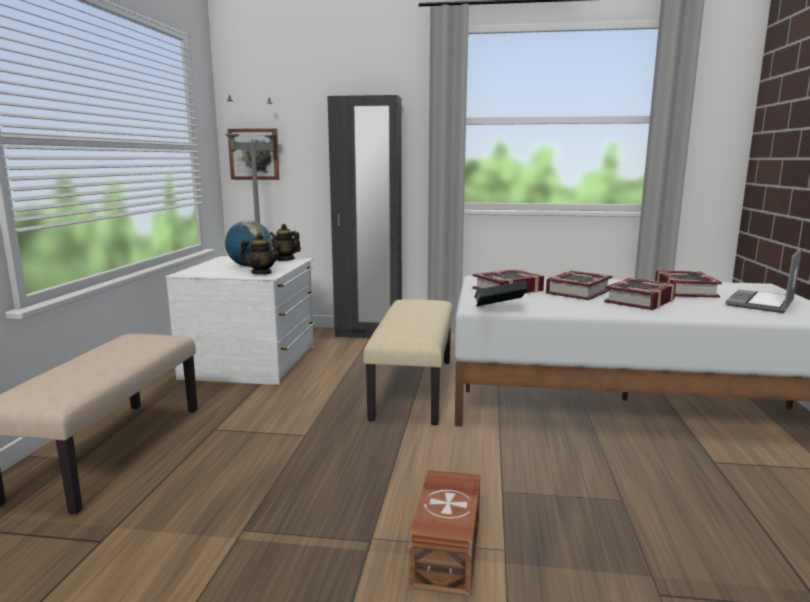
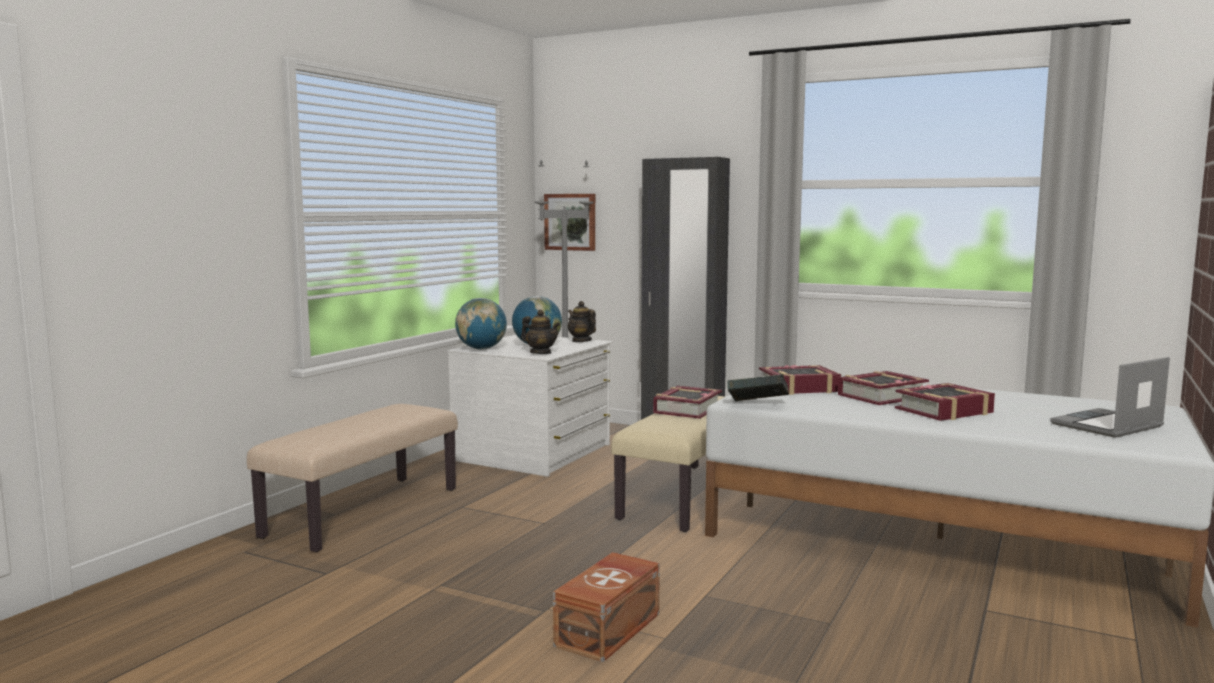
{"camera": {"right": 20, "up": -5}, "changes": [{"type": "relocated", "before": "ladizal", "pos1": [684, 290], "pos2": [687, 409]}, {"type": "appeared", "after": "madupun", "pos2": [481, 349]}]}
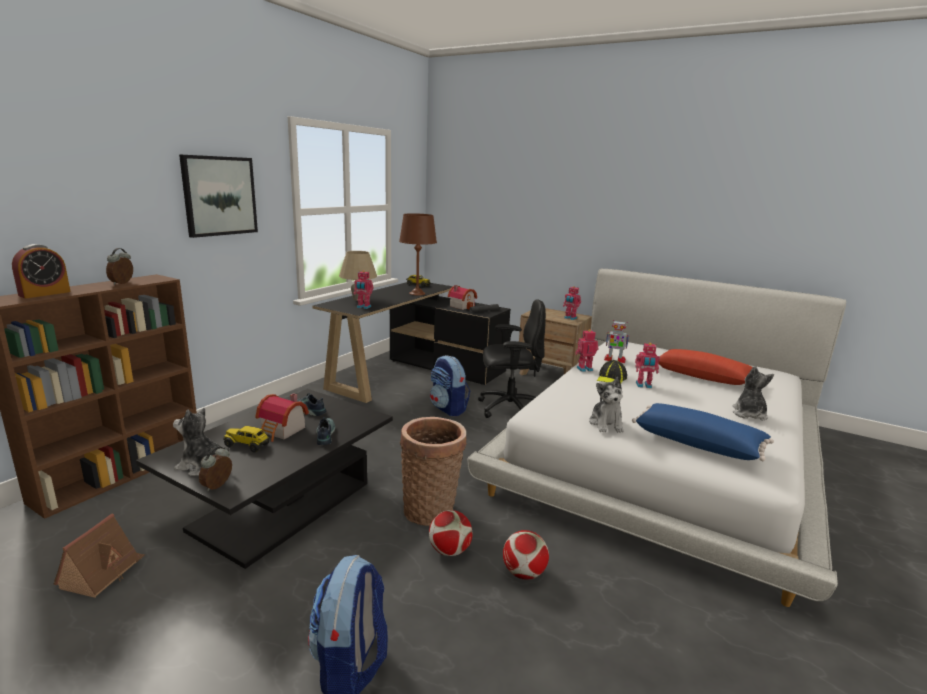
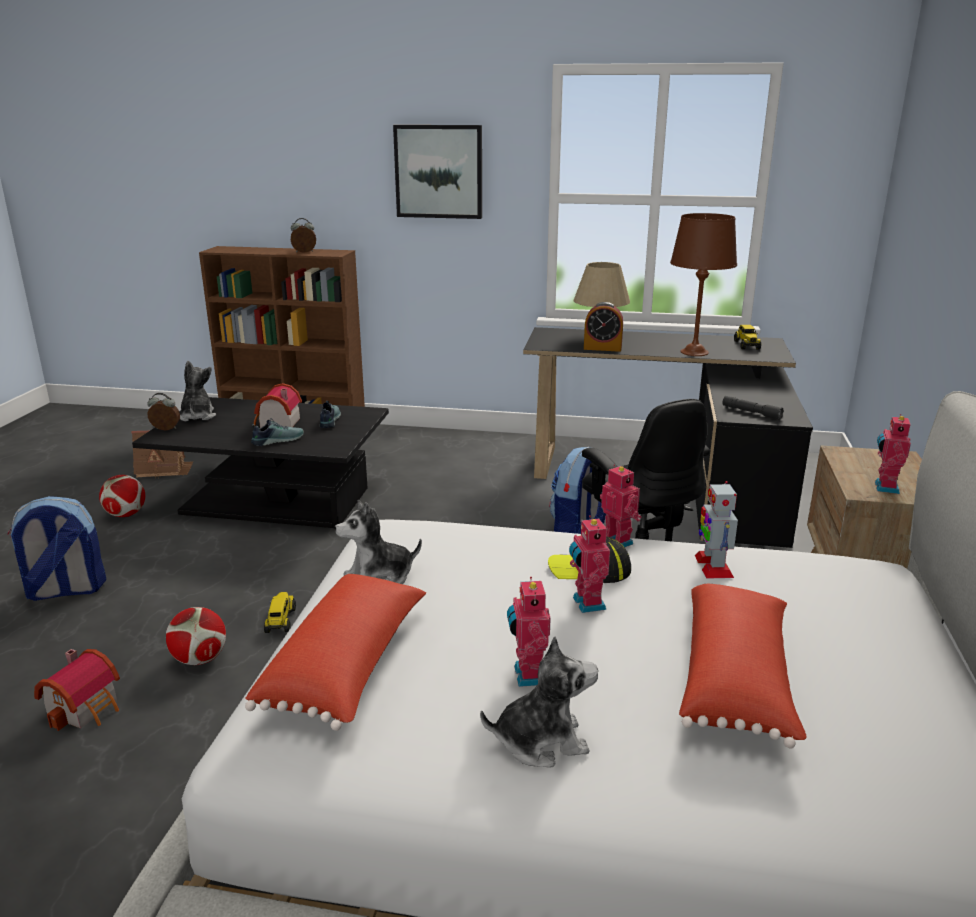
{"camera": {"right": 70, "up": 5}, "changes": [{"type": "relocated", "before": "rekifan", "pos1": [45, 293], "pos2": [602, 348]}, {"type": "relocated", "before": "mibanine", "pos1": [247, 445], "pos2": [280, 621]}, {"type": "relocated", "before": "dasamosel", "pos1": [363, 307], "pos2": [527, 675]}, {"type": "missing", "before": "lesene", "pos1": [431, 509]}, {"type": "relocated", "before": "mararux", "pos1": [450, 550], "pos2": [126, 514]}, {"type": "relocated", "before": "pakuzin", "pos1": [462, 306], "pos2": [87, 708]}, {"type": "colour", "before": "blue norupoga", "after": "red norupoga", "pos1": [698, 443], "pos2": [348, 667]}]}
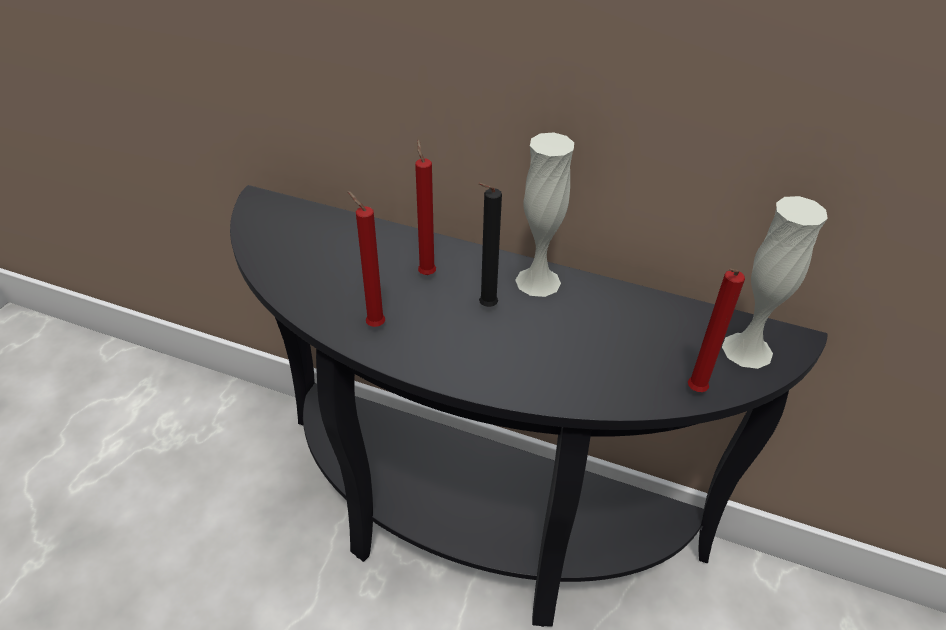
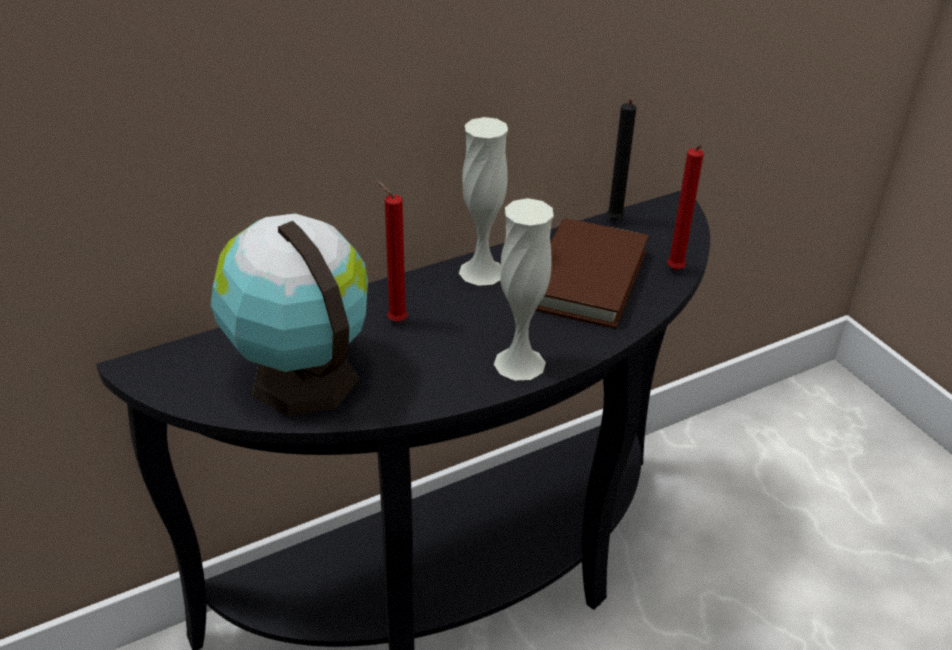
{"camera": {"right": -50, "up": -5}, "changes": [{"type": "missing", "before": "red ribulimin", "pos1": [373, 324]}, {"type": "relocated", "before": "black ribulimin", "pos1": [485, 307], "pos2": [614, 222]}, {"type": "relocated", "before": "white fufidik", "pos1": [747, 350], "pos2": [519, 363]}, {"type": "appeared", "after": "madupun", "pos2": [300, 376]}, {"type": "appeared", "after": "brown ladizal", "pos2": [586, 279]}]}
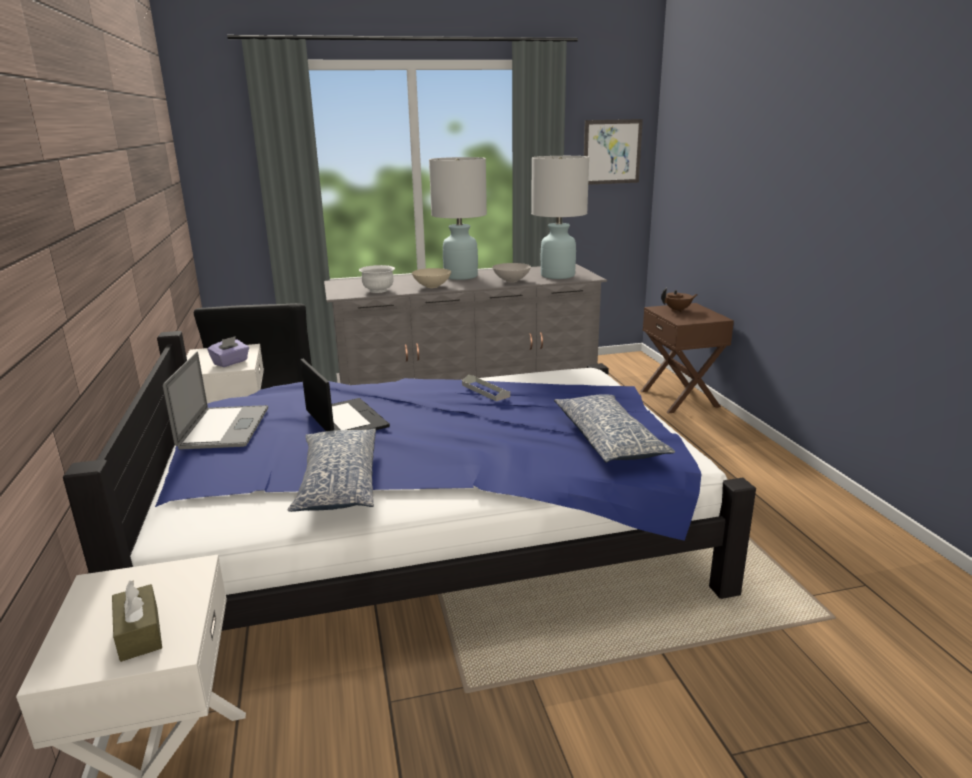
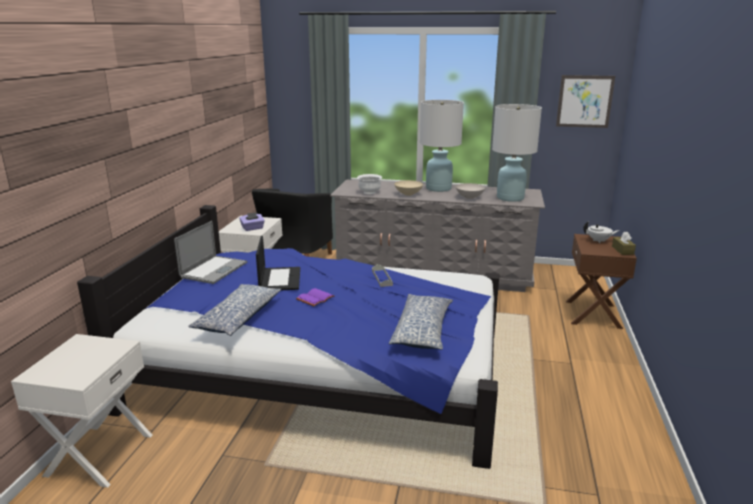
{"camera": {"right": 25, "up": 0}, "changes": [{"type": "relocated", "before": "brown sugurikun", "pos1": [139, 633], "pos2": [622, 250]}, {"type": "colour", "before": "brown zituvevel", "after": "white zituvevel", "pos1": [678, 310], "pos2": [599, 241]}, {"type": "appeared", "after": "purple ladizal", "pos2": [315, 298]}]}
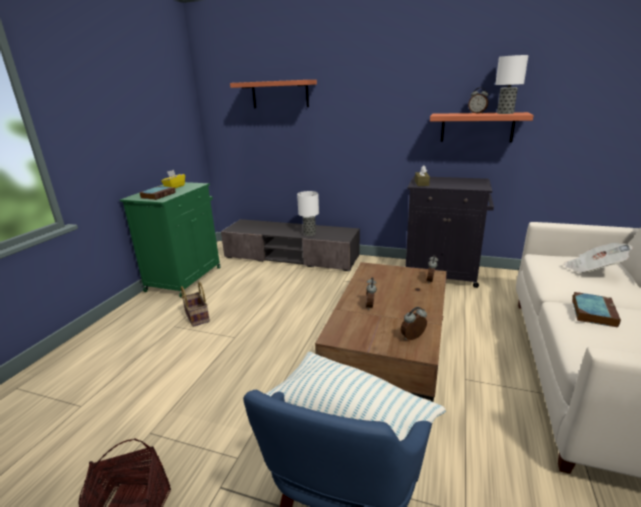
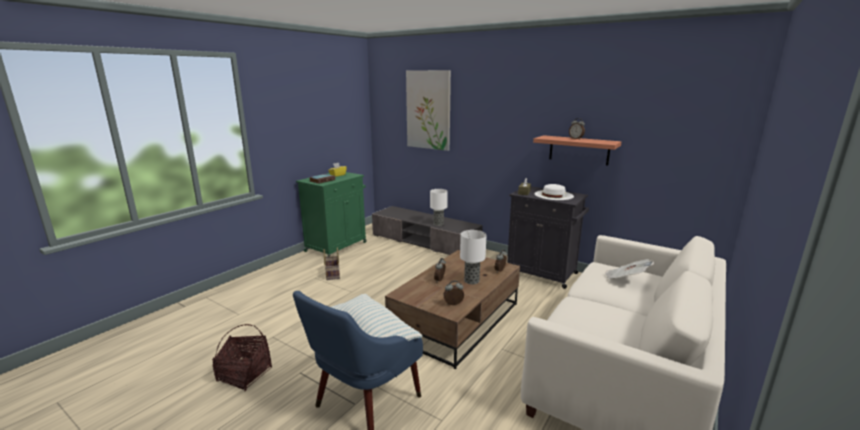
{"camera": {"right": 15, "up": -5}, "changes": [{"type": "exchanged", "before": "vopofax", "after": "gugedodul", "pos1": [280, 94], "pos2": [428, 110]}, {"type": "relocated", "before": "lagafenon", "pos1": [505, 113], "pos2": [472, 281]}, {"type": "missing", "before": "ladizal", "pos1": [592, 312]}, {"type": "appeared", "after": "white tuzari", "pos2": [553, 195]}]}
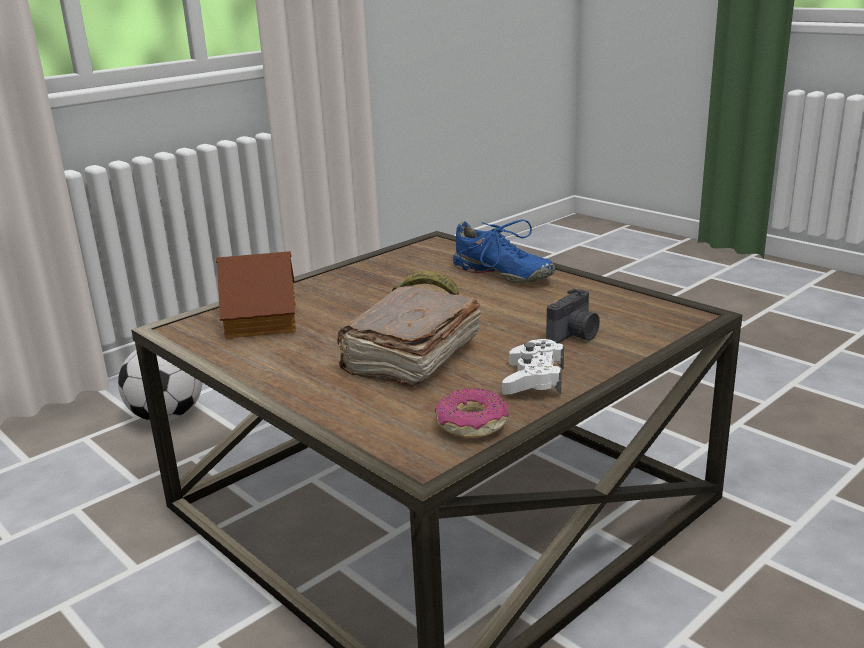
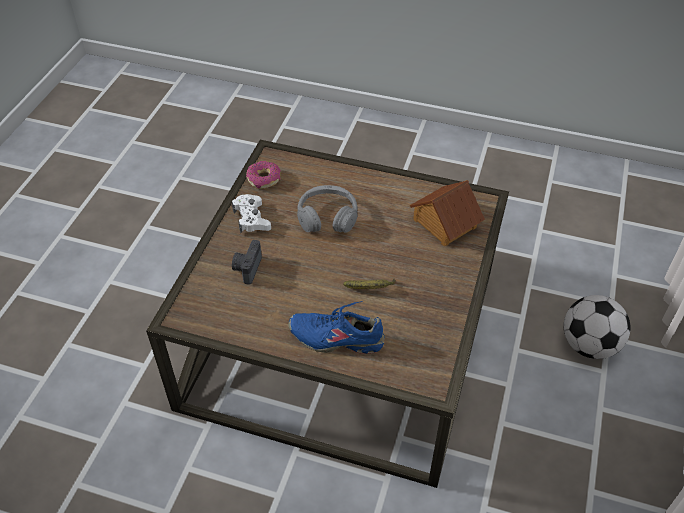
{"camera": {"right": 150, "up": 25}, "changes": [{"type": "exchanged", "before": "brown ladizal", "after": "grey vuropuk", "pos1": [410, 358], "pos2": [327, 217]}]}
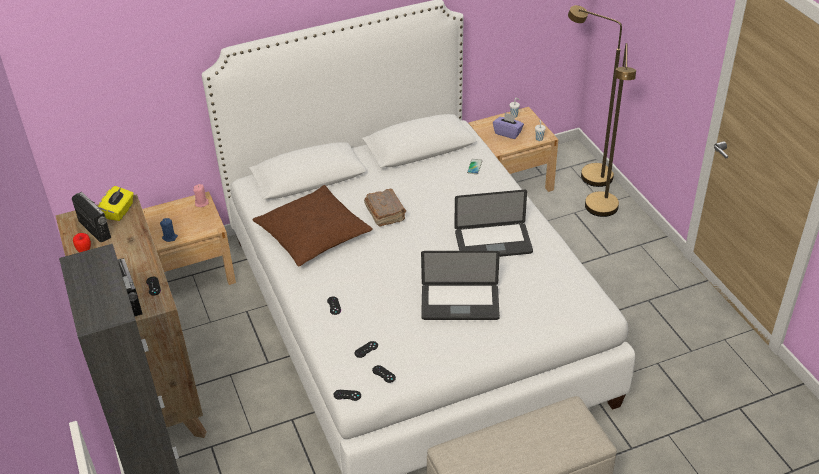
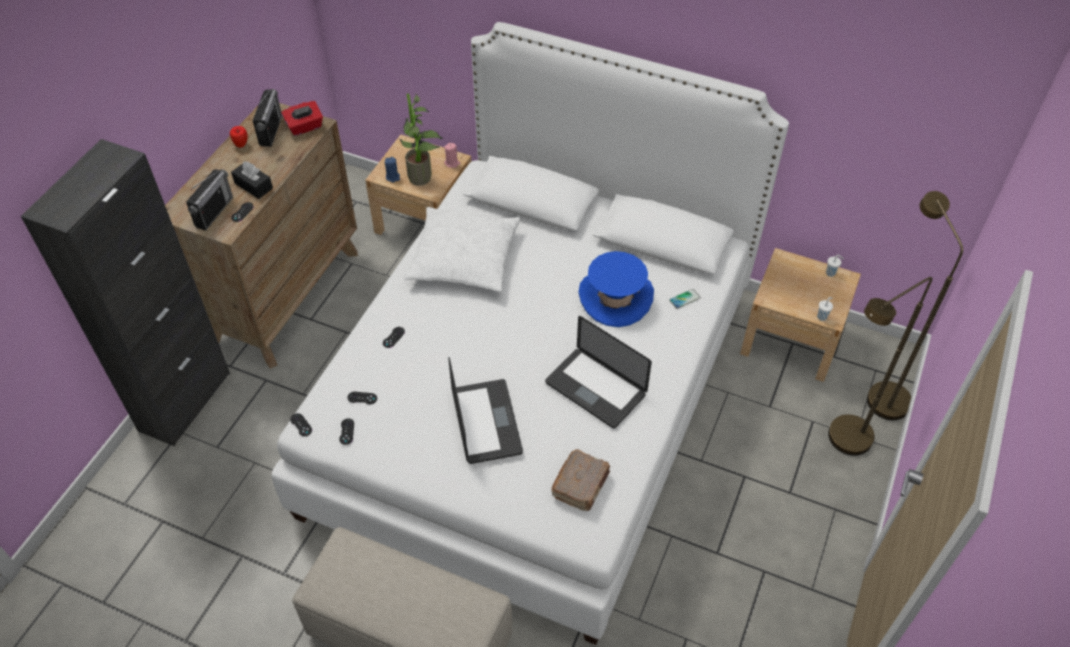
{"camera": {"right": 45, "up": 10}, "changes": [{"type": "colour", "before": "yellow sugurikun", "after": "red sugurikun", "pos1": [119, 211], "pos2": [305, 127]}, {"type": "colour", "before": "brown norupoga", "after": "white norupoga", "pos1": [313, 234], "pos2": [464, 258]}, {"type": "relocated", "before": "brown ladizal", "pos1": [385, 213], "pos2": [581, 485]}, {"type": "spun", "before": "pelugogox", "pos1": [460, 303], "pos2": [486, 422], "turn": -150}, {"type": "missing", "before": "purple sugurikun", "pos1": [508, 133]}, {"type": "appeared", "after": "black sugurikun", "pos2": [253, 186]}, {"type": "appeared", "after": "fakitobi", "pos2": [423, 178]}, {"type": "appeared", "after": "blue tuzari", "pos2": [615, 298]}]}
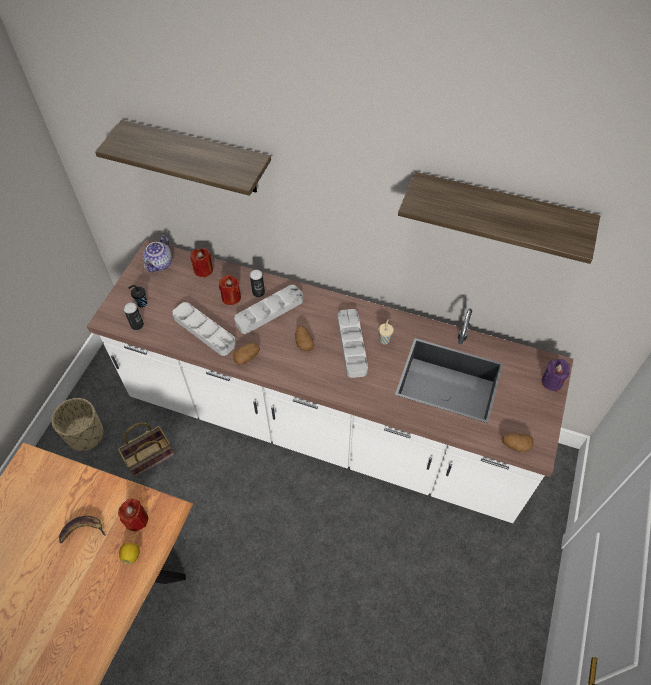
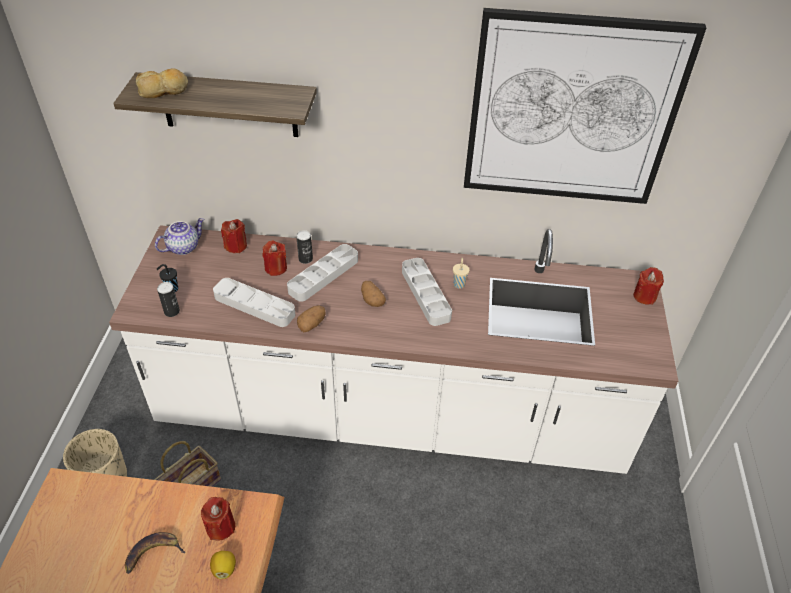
{"camera": {"right": -15, "up": -10}, "changes": [{"type": "spun", "before": "zituvevel", "pos1": [160, 264], "pos2": [183, 247], "turn": -135}, {"type": "exchanged", "before": "vopofax", "after": "gugedodul", "pos1": [498, 214], "pos2": [571, 112]}, {"type": "missing", "before": "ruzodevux", "pos1": [515, 445]}, {"type": "colour", "before": "purple ribulimin", "after": "red ribulimin", "pos1": [552, 382], "pos2": [644, 296]}, {"type": "appeared", "after": "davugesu", "pos2": [164, 90]}]}
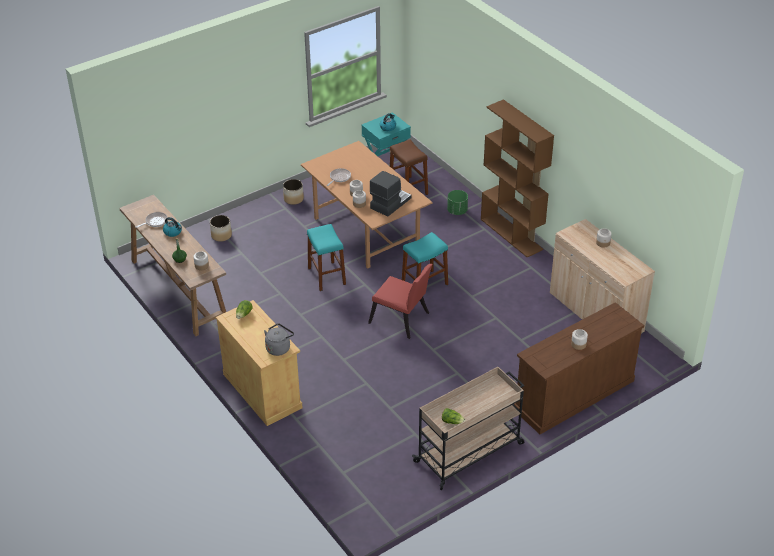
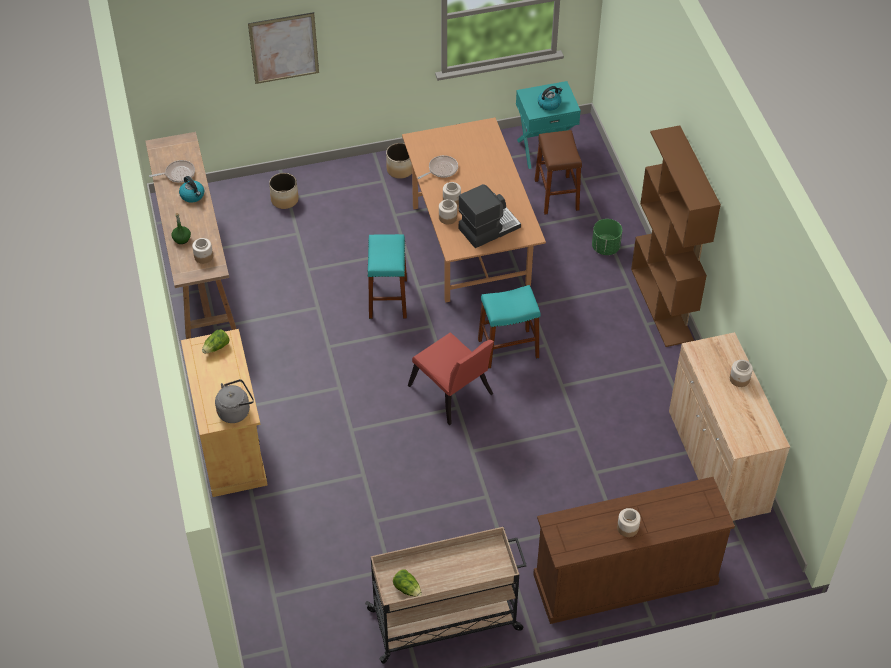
{"camera": {"right": 20, "up": 10}, "changes": [{"type": "appeared", "after": "gugedodul", "pos2": [284, 48]}]}
